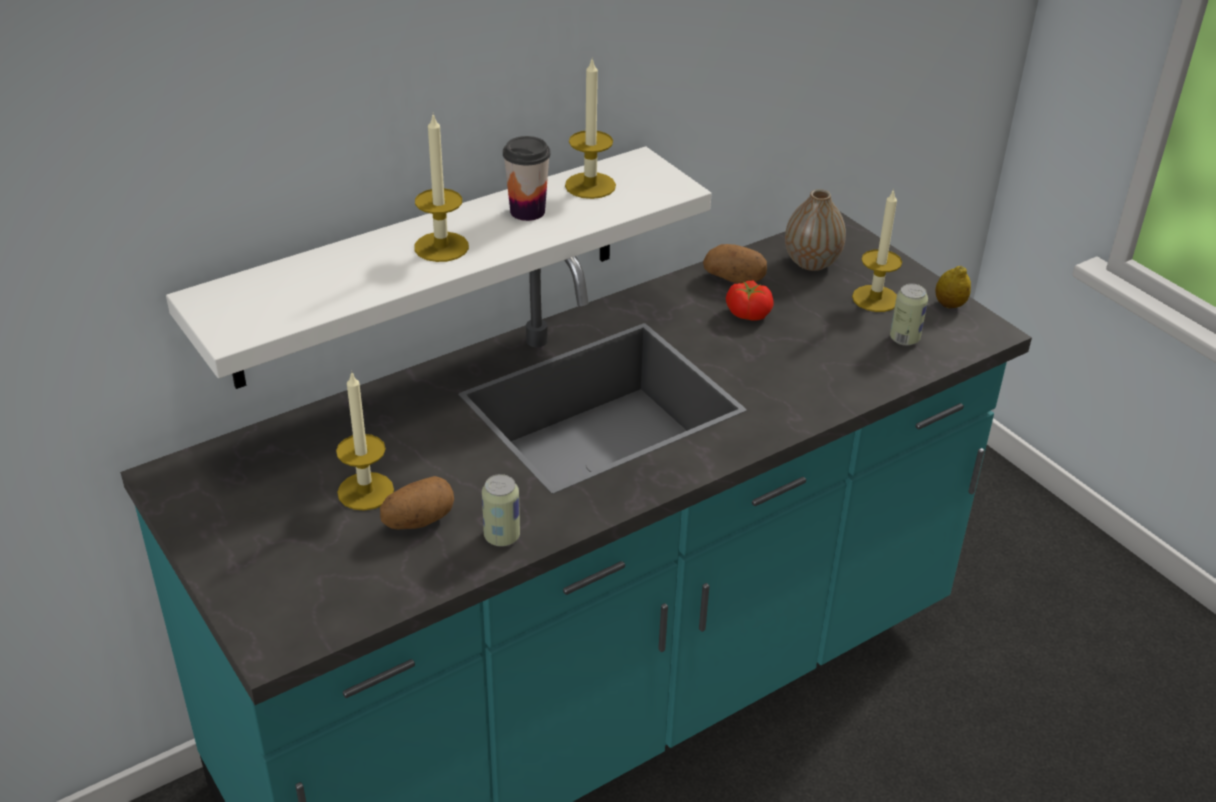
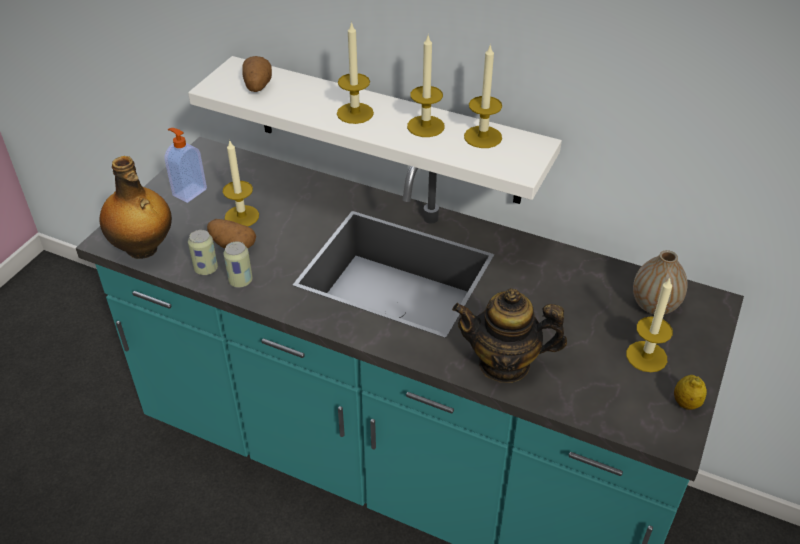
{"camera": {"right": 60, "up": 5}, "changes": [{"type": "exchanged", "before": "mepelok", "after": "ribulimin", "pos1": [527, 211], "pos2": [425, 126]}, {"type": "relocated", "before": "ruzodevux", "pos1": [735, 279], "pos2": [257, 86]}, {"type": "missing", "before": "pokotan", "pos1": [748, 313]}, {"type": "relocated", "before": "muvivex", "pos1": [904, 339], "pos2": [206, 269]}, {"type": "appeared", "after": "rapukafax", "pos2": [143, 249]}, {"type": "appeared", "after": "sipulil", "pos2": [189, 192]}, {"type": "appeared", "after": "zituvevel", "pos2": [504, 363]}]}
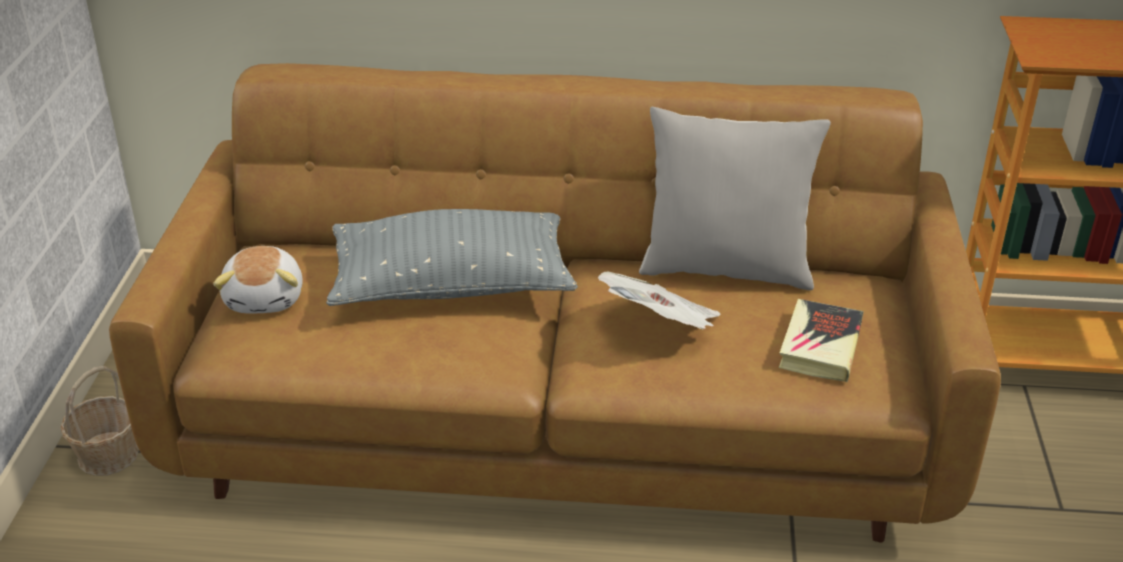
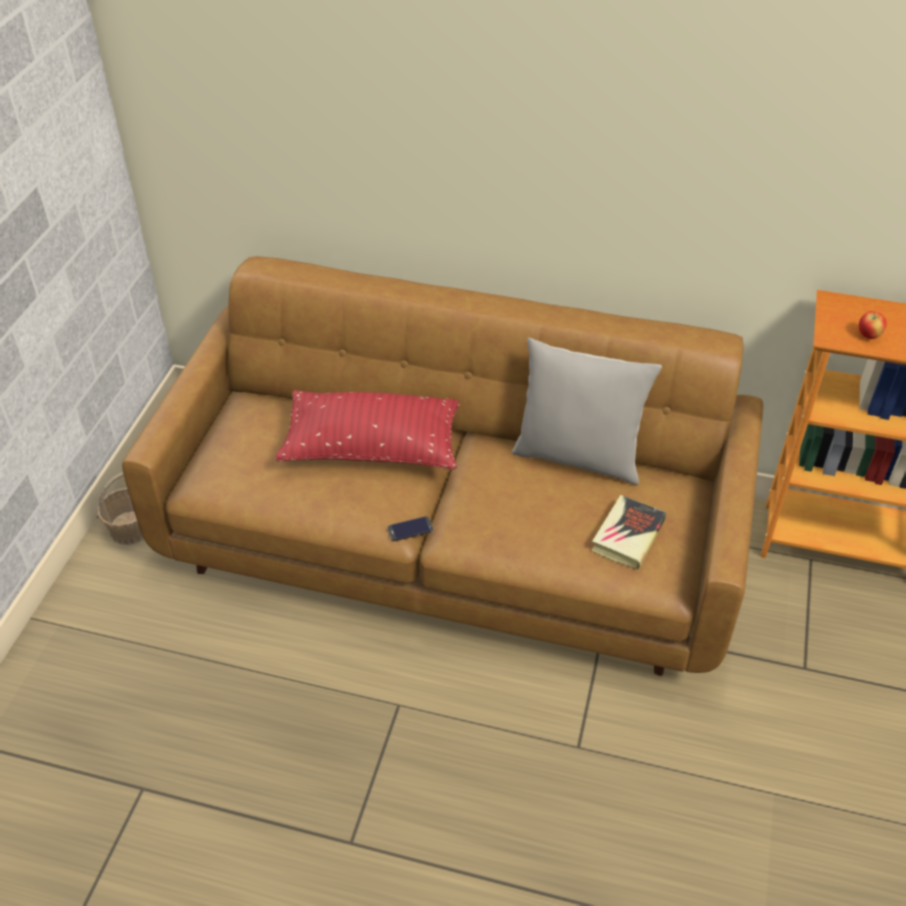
{"camera": {"right": 10, "up": 10}, "changes": [{"type": "missing", "before": "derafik", "pos1": [266, 298]}, {"type": "colour", "before": "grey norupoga", "after": "red norupoga", "pos1": [452, 285], "pos2": [372, 447]}, {"type": "missing", "before": "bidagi", "pos1": [661, 327]}, {"type": "appeared", "after": "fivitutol", "pos2": [410, 529]}, {"type": "appeared", "after": "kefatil", "pos2": [868, 336]}]}
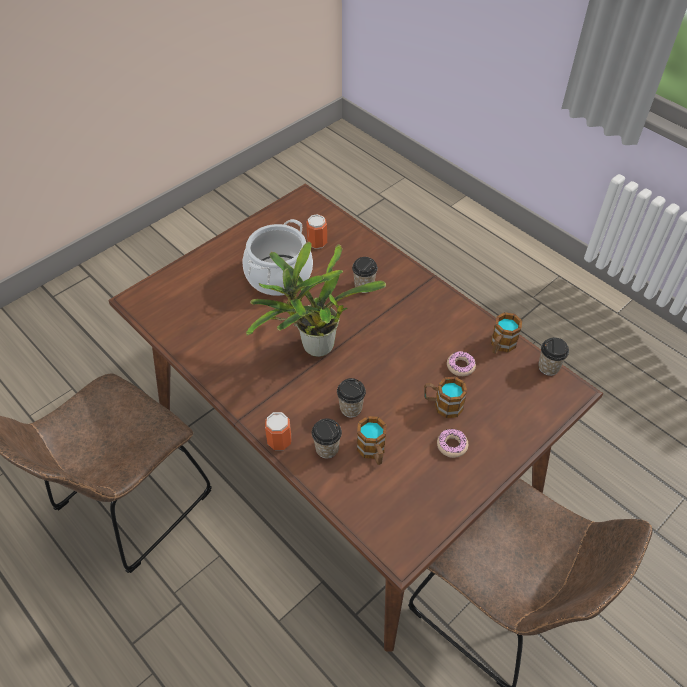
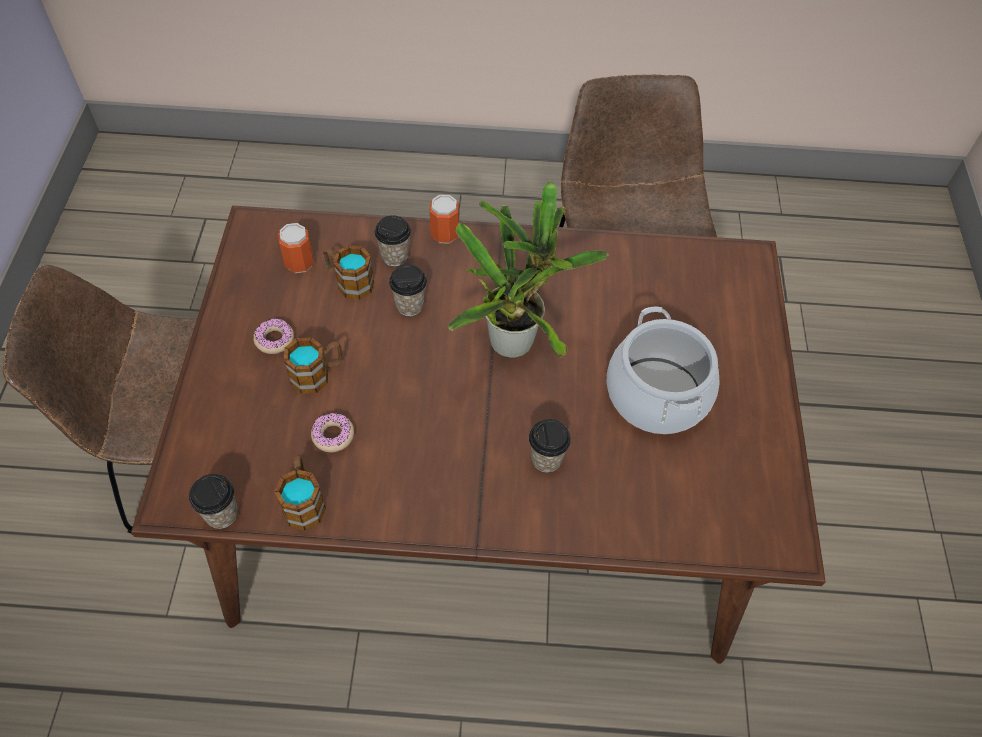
{"camera": {"right": 135, "up": 5}, "changes": [{"type": "relocated", "before": "muvivex", "pos1": [317, 242], "pos2": [299, 263]}]}
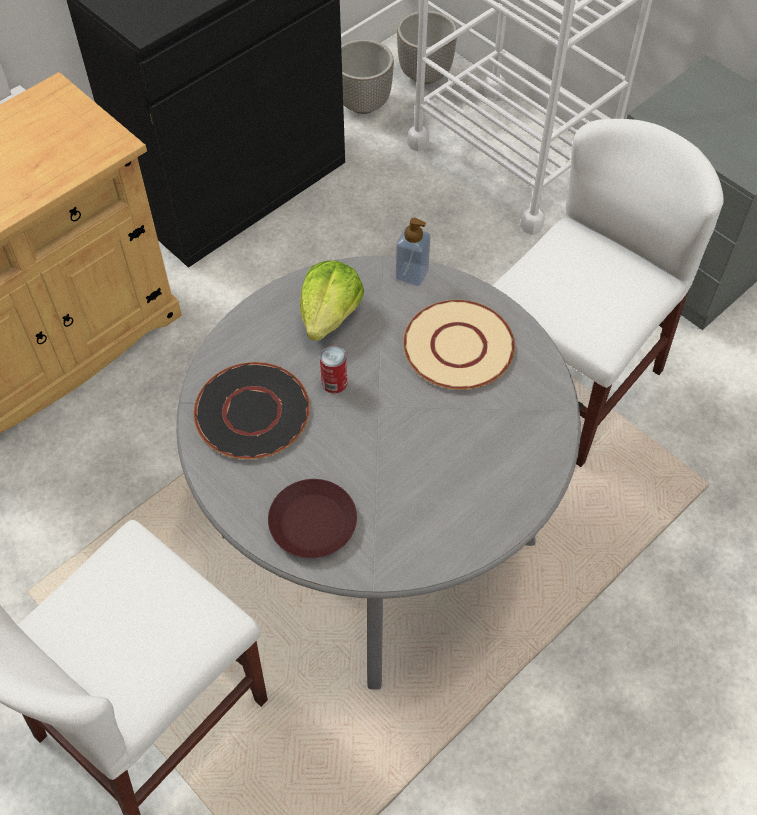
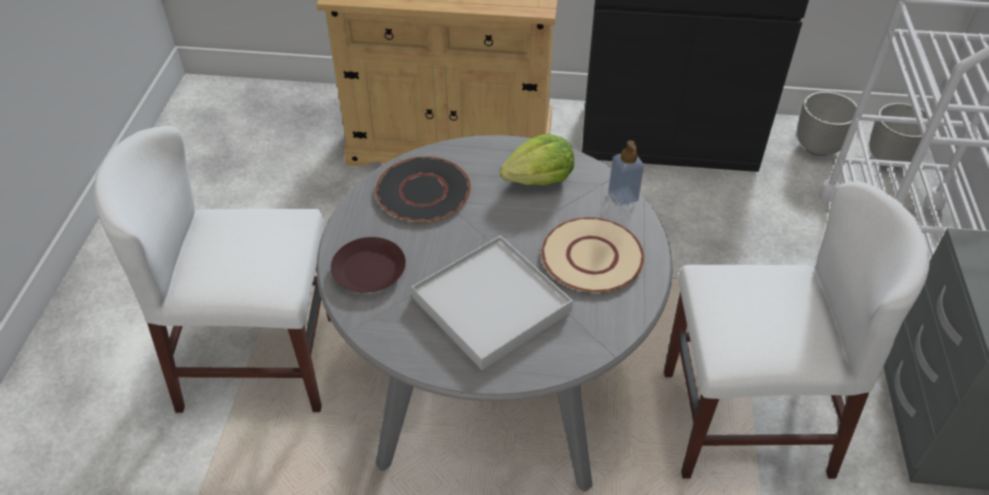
{"camera": {"right": 50, "up": -10}, "changes": [{"type": "missing", "before": "muvivex", "pos1": [334, 382]}, {"type": "appeared", "after": "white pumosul", "pos2": [491, 304]}]}
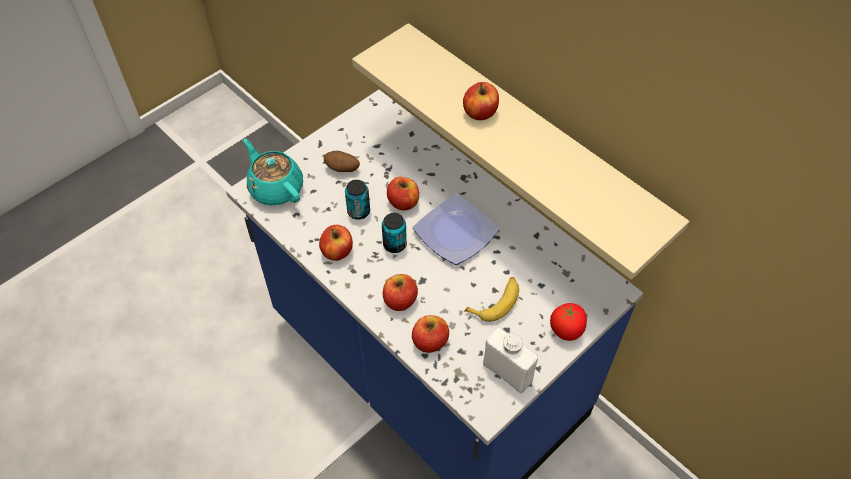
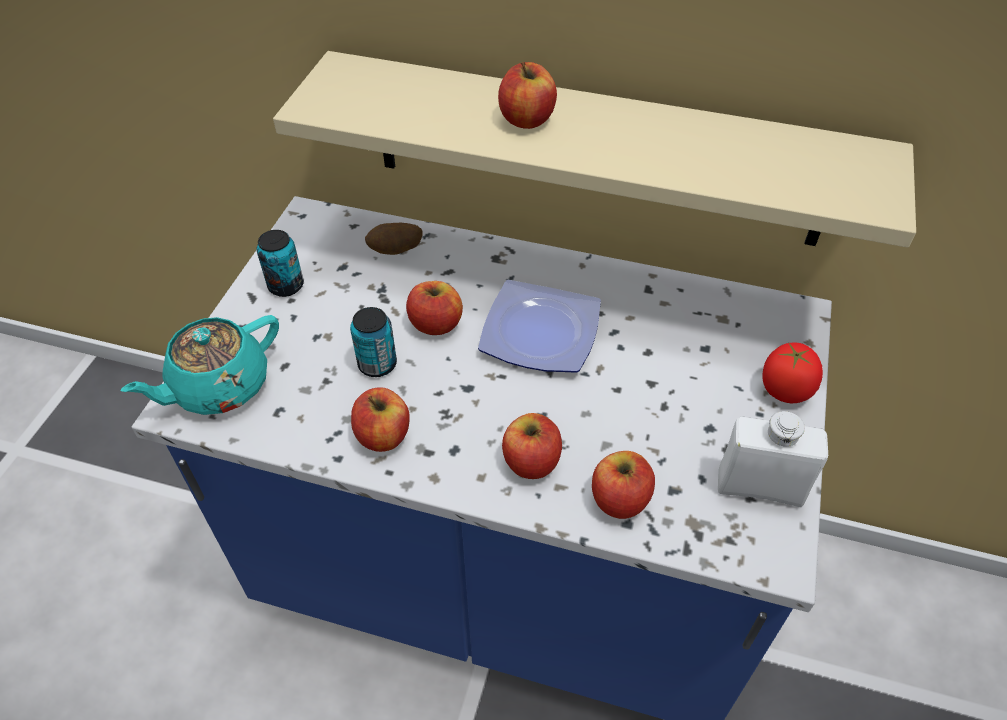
{"camera": {"right": -30, "up": -5}, "changes": [{"type": "spun", "before": "turquoise zituvevel", "pos1": [275, 188], "pos2": [219, 386], "turn": -60}, {"type": "relocated", "before": "ruzodevux", "pos1": [342, 169], "pos2": [396, 251]}, {"type": "relocated", "before": "muvivex", "pos1": [394, 244], "pos2": [286, 286]}, {"type": "missing", "before": "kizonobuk", "pos1": [496, 302]}]}
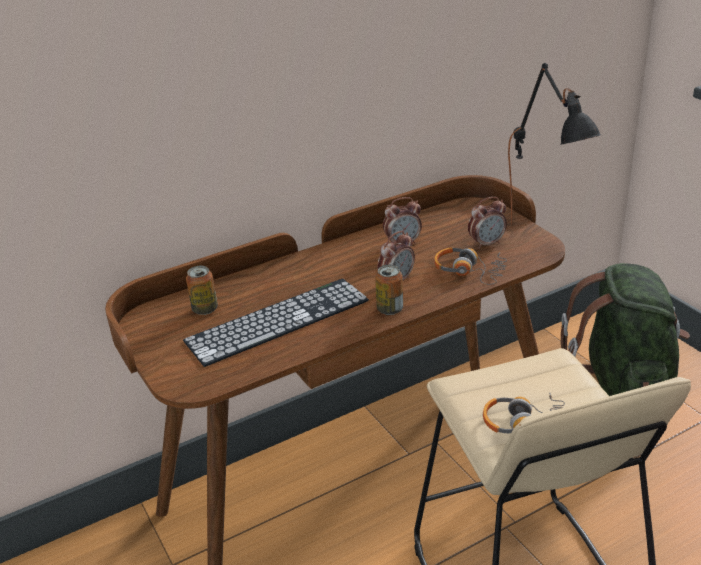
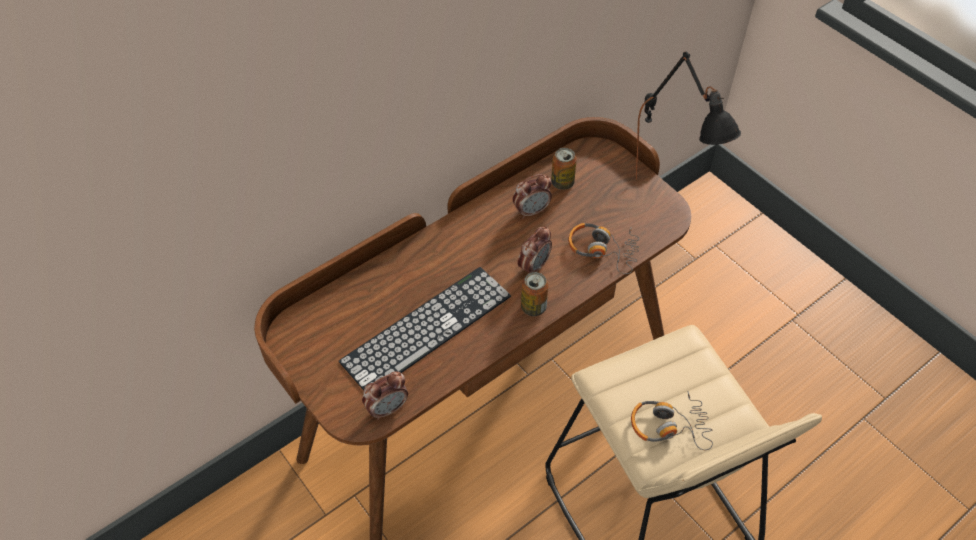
{"camera": {"right": -10, "up": 20}, "changes": [{"type": "relocated", "before": "muvivex", "pos1": [205, 309], "pos2": [562, 183]}, {"type": "relocated", "before": "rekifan", "pos1": [486, 244], "pos2": [387, 408]}, {"type": "missing", "before": "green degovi", "pos1": [622, 385]}]}
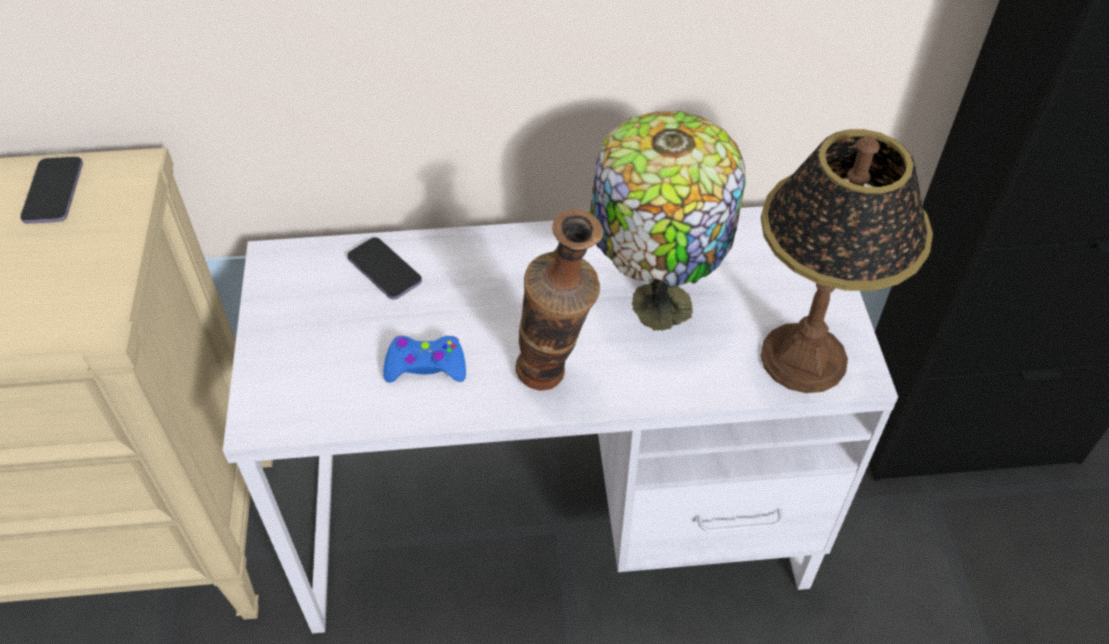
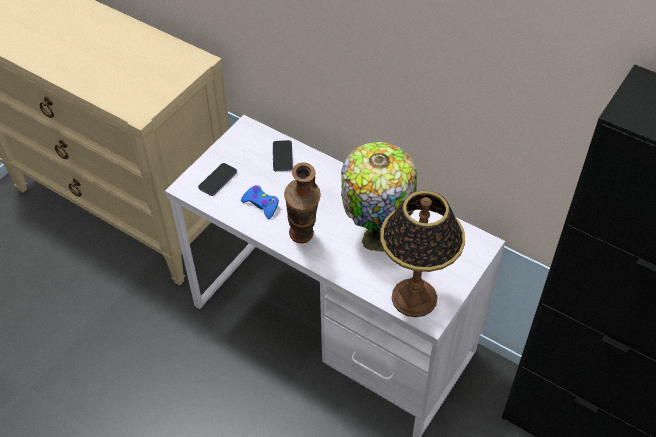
{"camera": {"right": 40, "up": 0}, "changes": [{"type": "relocated", "before": "fivitutol", "pos1": [54, 192], "pos2": [218, 180]}]}
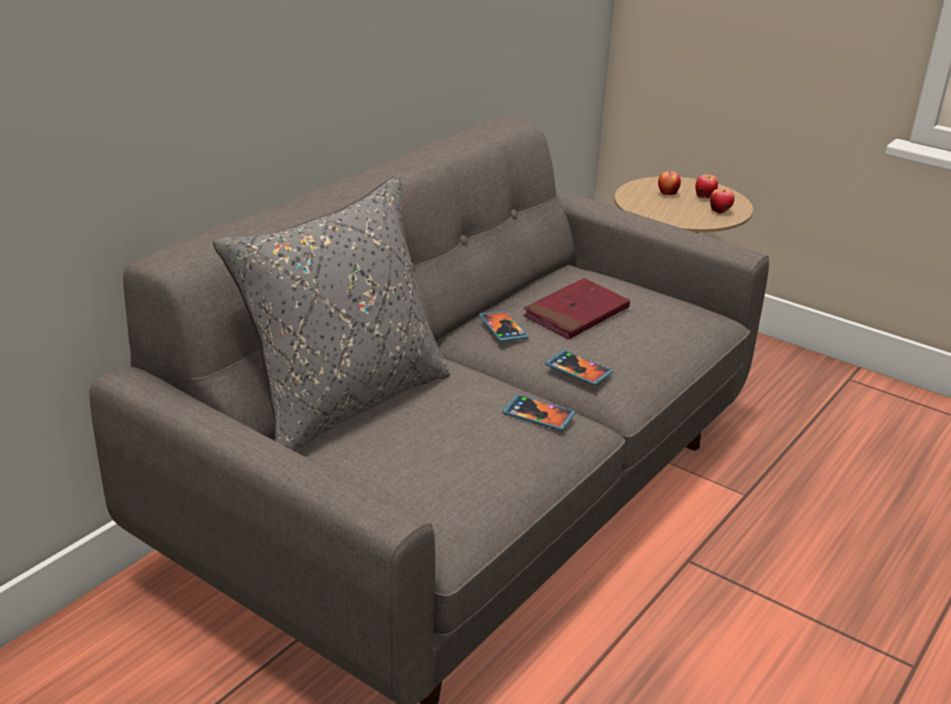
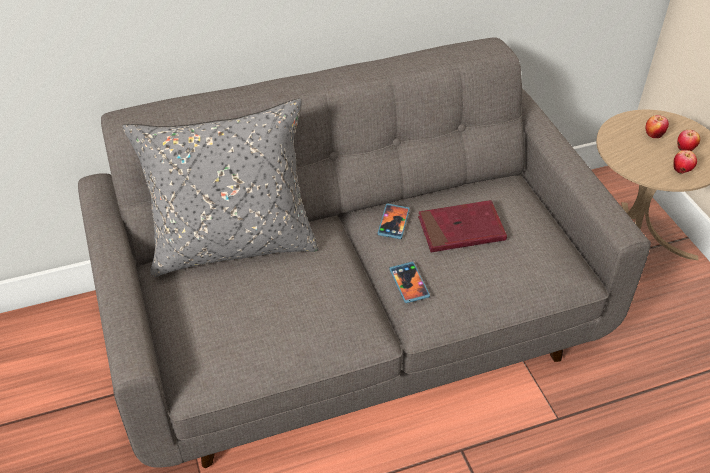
{"camera": {"right": 35, "up": 15}, "changes": [{"type": "missing", "before": "fivitutol", "pos1": [538, 415]}]}
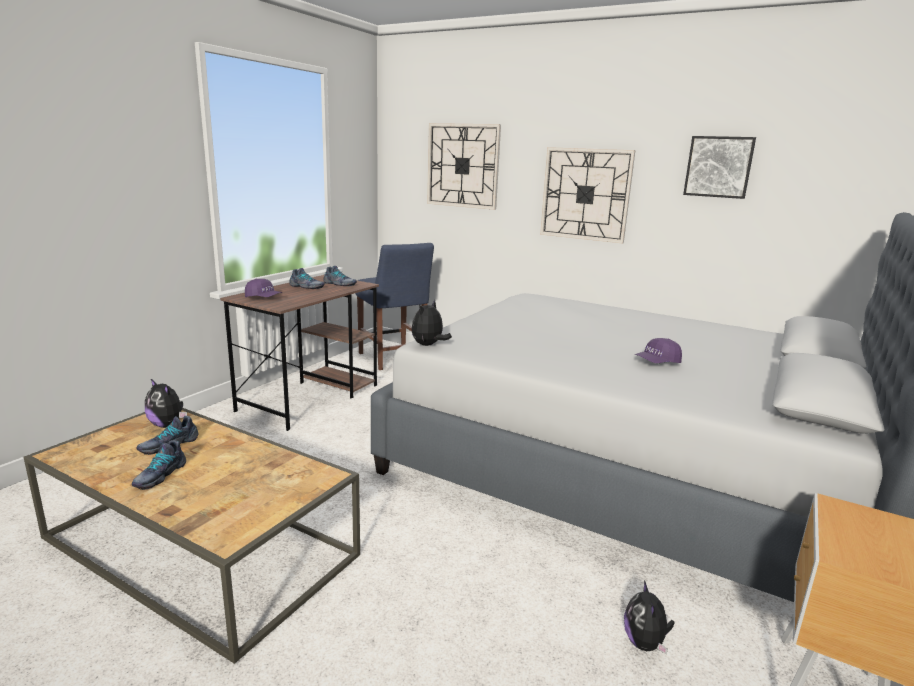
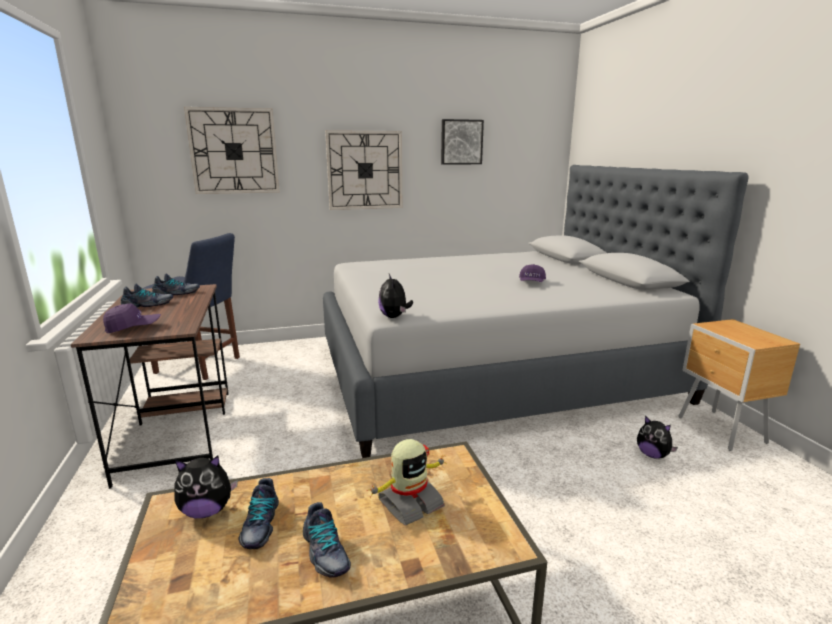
{"camera": {"right": -45, "up": 0}, "changes": [{"type": "appeared", "after": "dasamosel", "pos2": [409, 503]}]}
